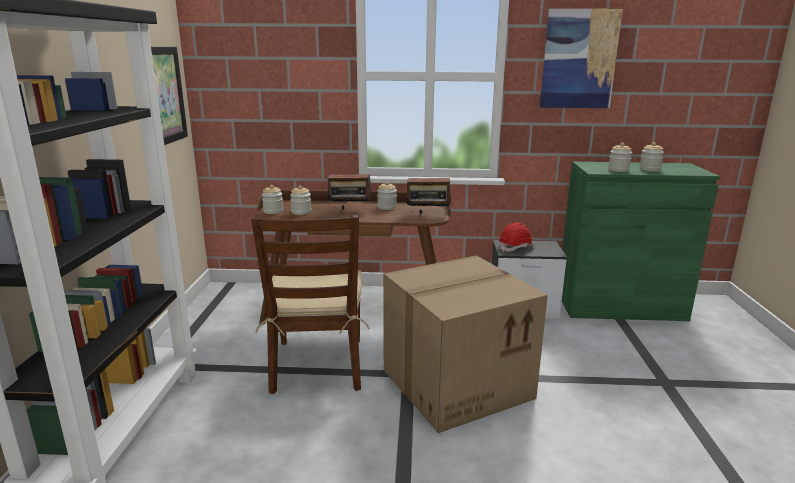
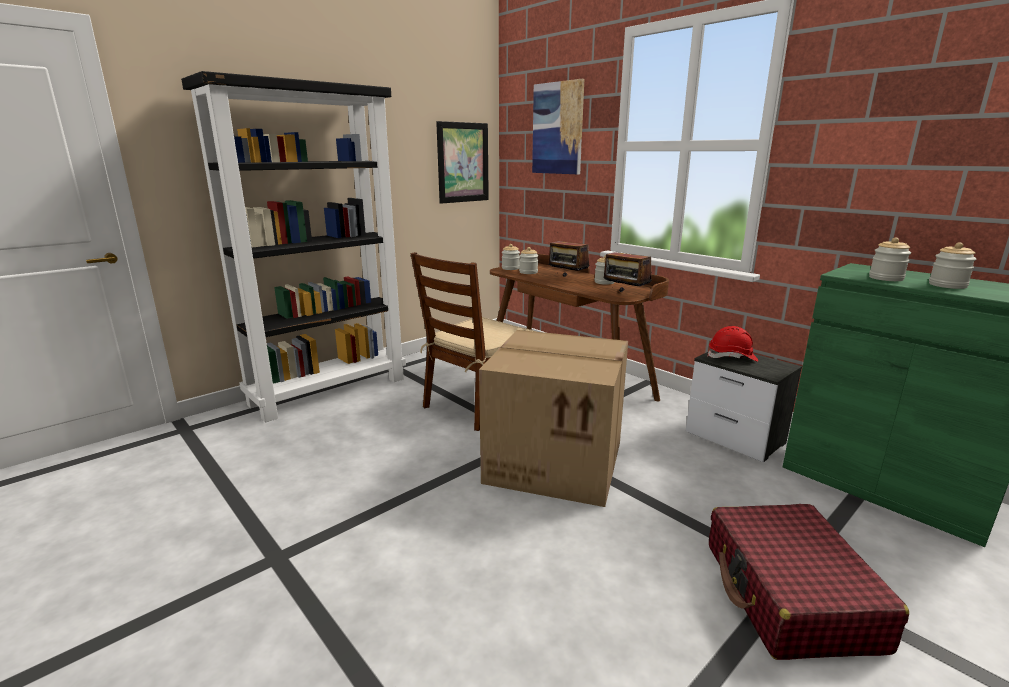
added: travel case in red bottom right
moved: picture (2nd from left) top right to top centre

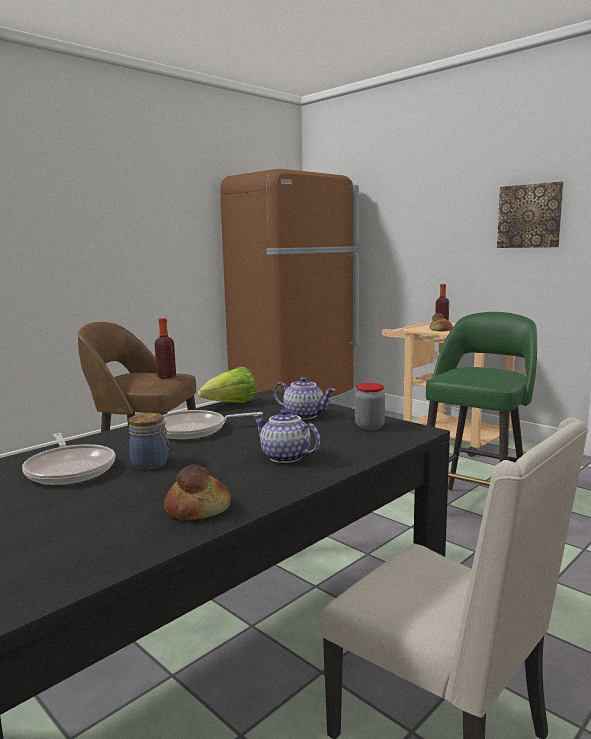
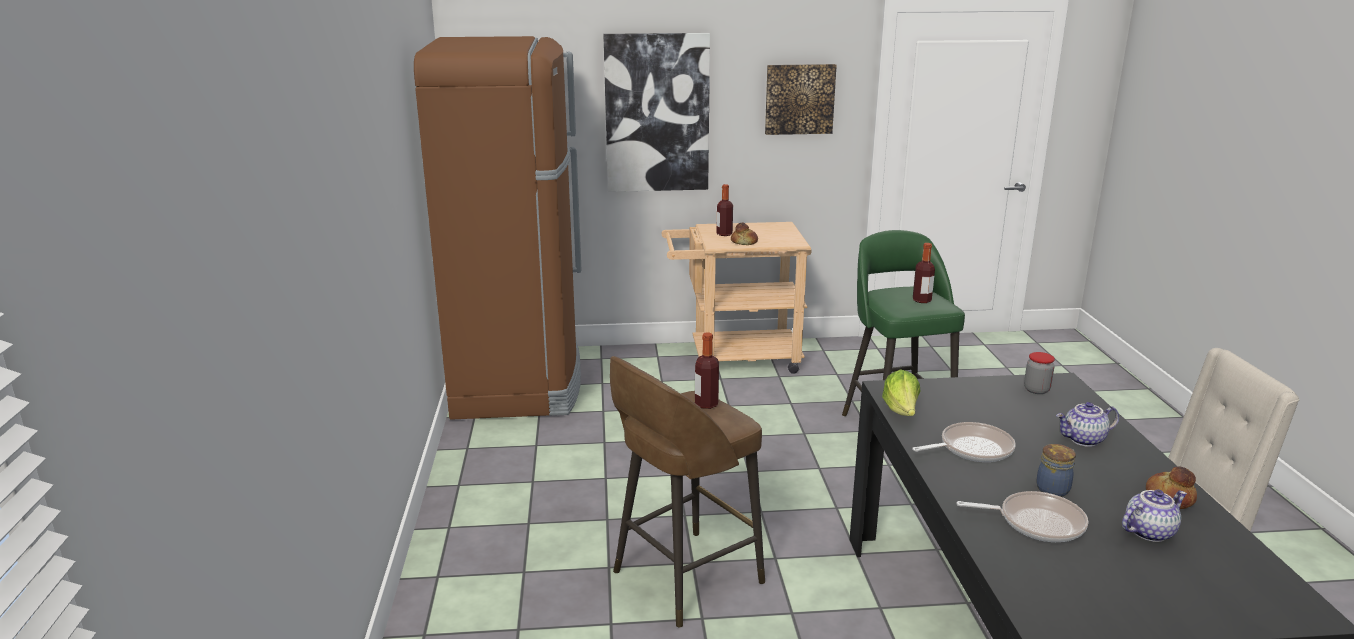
added: picture (1st from left) top centre; bottle (3rd from left) middle right
moved: teapot (2nd from left) centre to bottom right
turned: pan (2nd from left in the first image) centre = bottom right 135 degrees counterclockwise

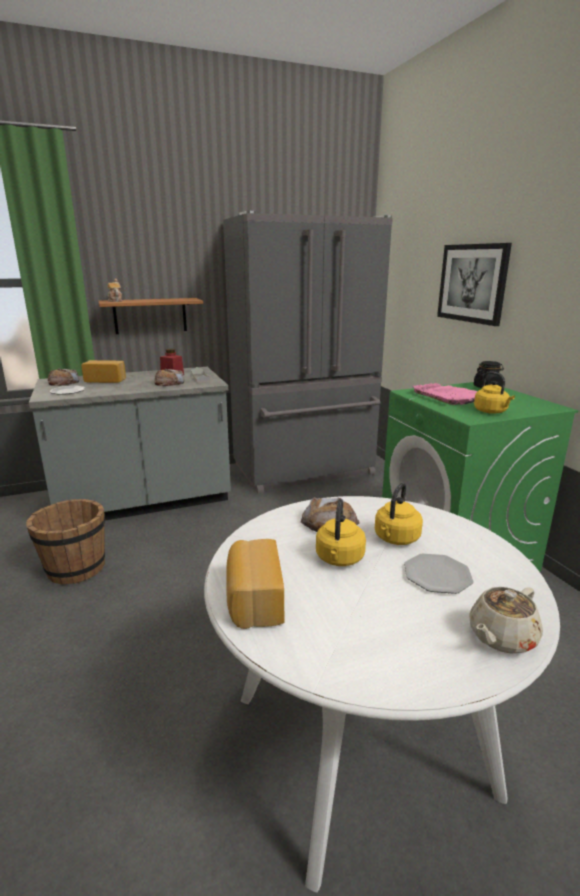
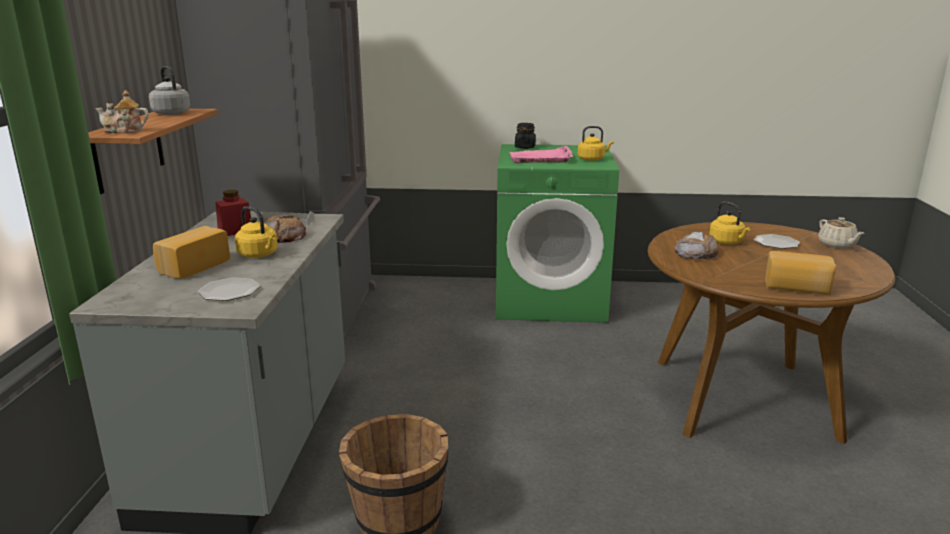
removed: bakery bread (1st from left) middle left; picture top right
added: tea kettle in greyish top left
moved: tea kettle in yellowish (1st from left) centre to middle left
recoloured: dinner table in whitish bottom centre to dinner table in brownish middle right

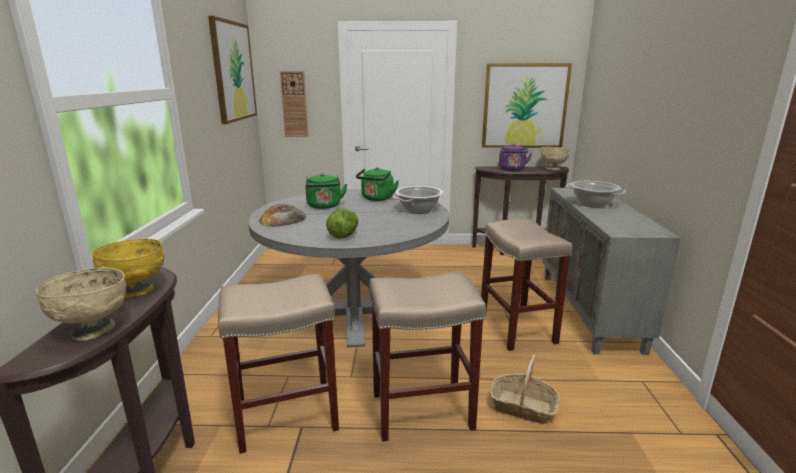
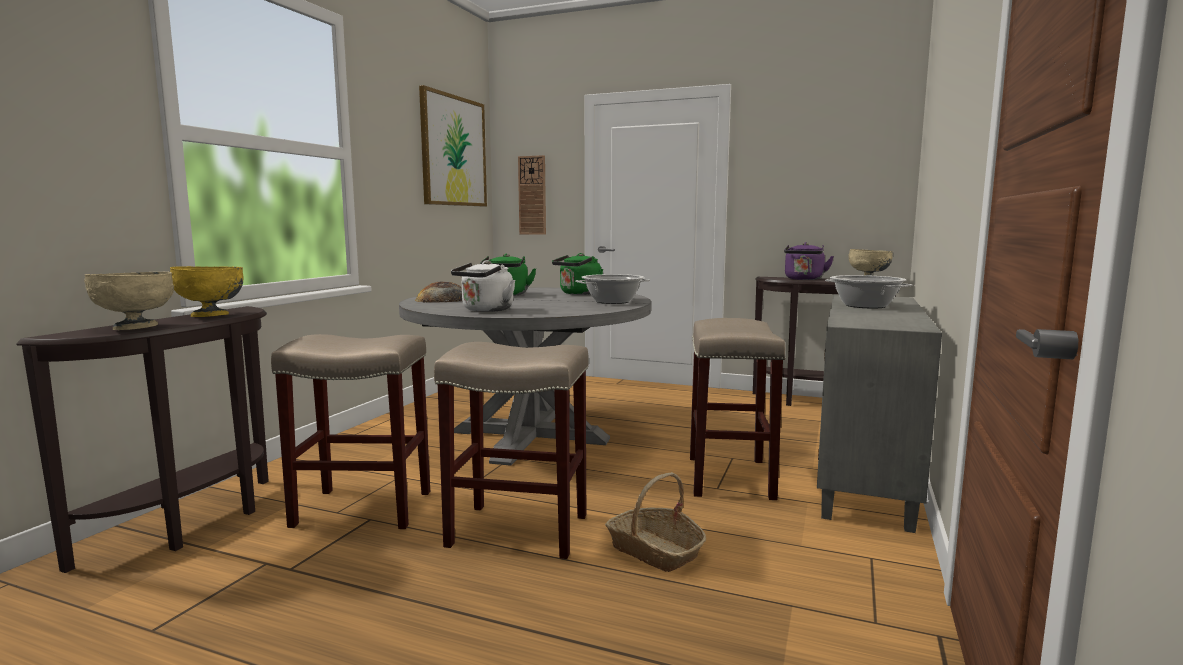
removed: picture (2nd from left) top centre
replaced: head of lettuce centre to tea kettle in whitish centre

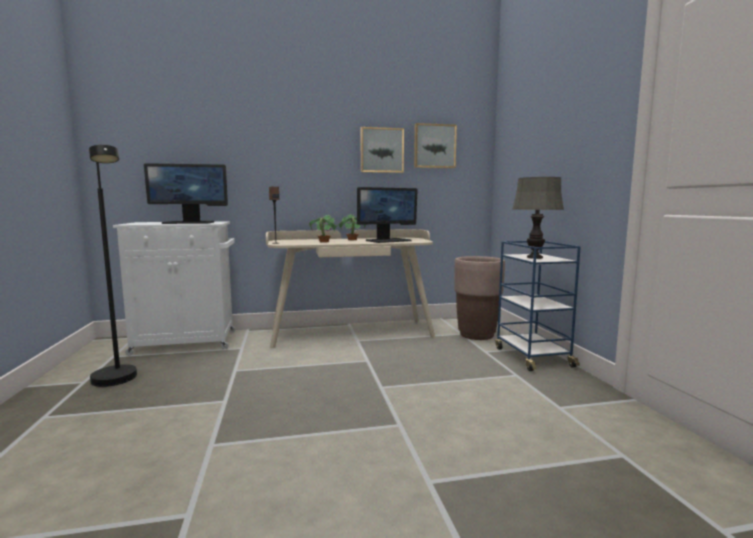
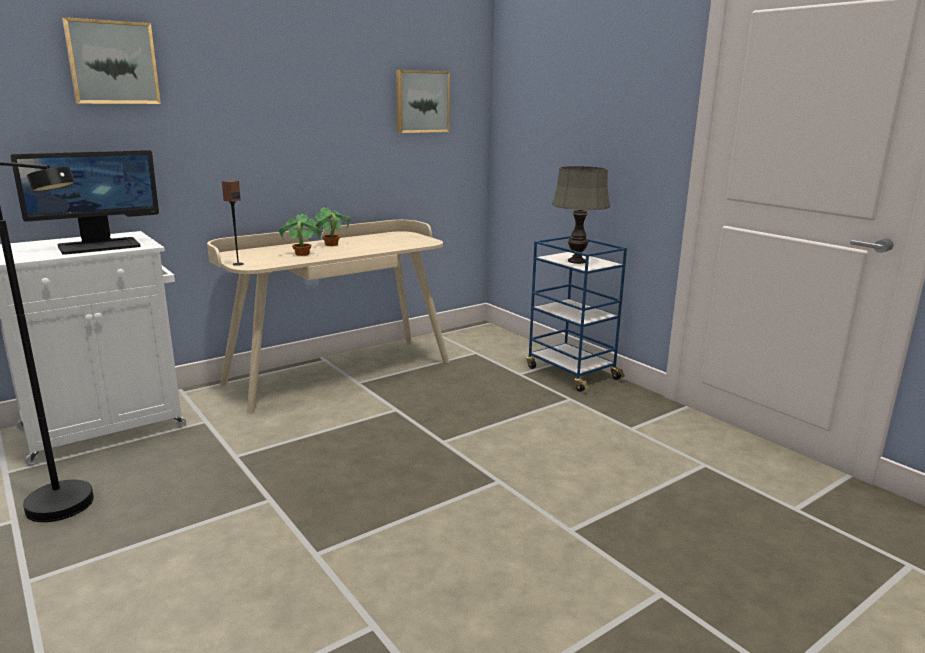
removed: computer display (2nd from left) centre; planter in brownish centre
moved: picture (1st from left) top centre to top left

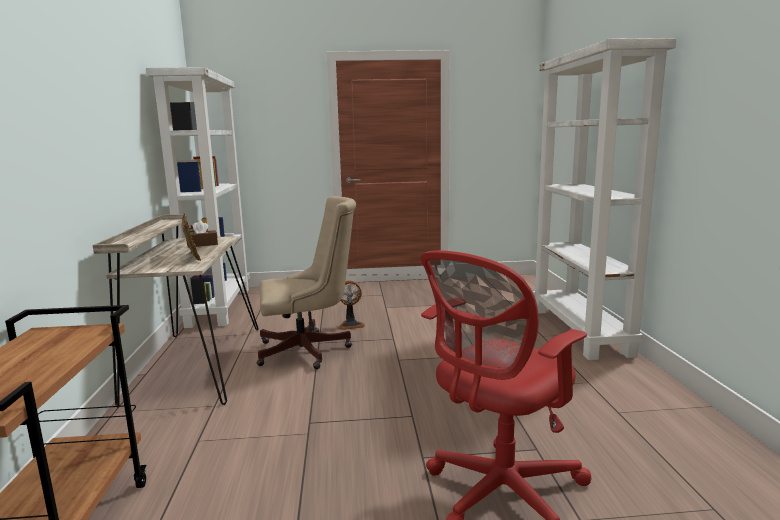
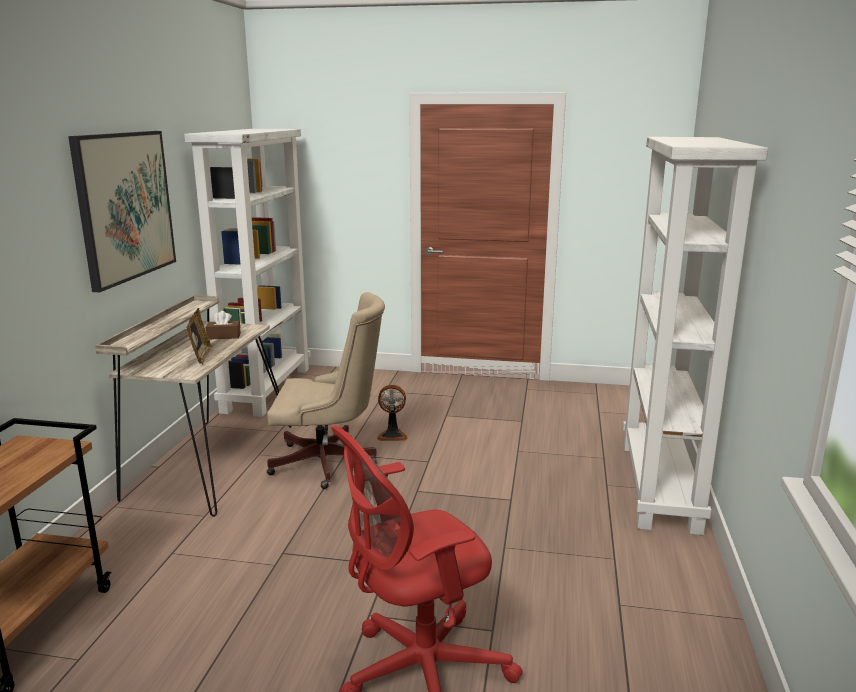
added: picture top left

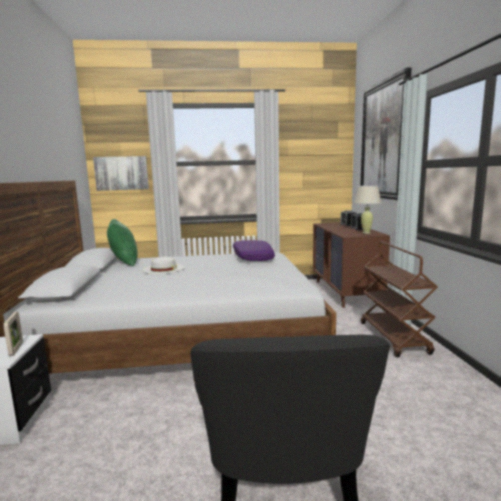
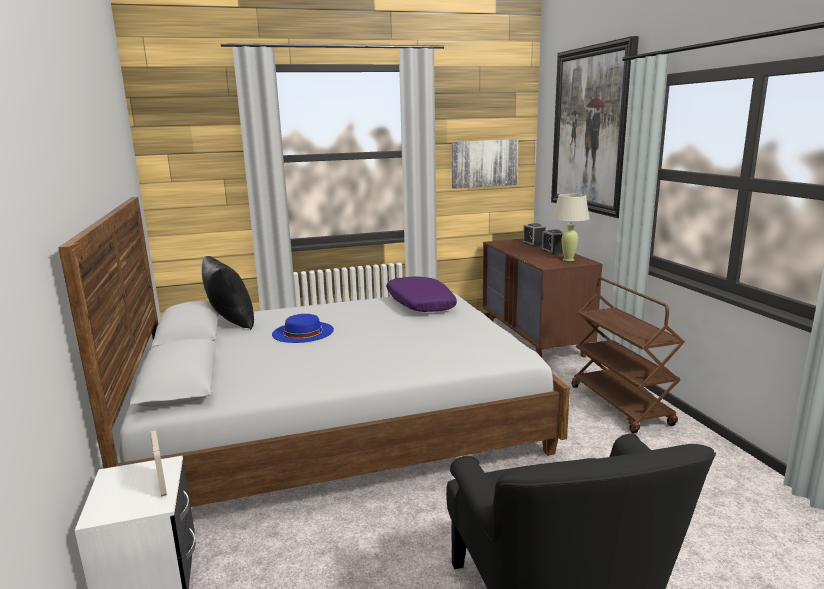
moved: picture (1st from left) middle left to top centre
recoloured: cushion in green-coloured middle left to cushion in blackish middle left; clothing hat in whitish middle left to clothing hat in bluish centre

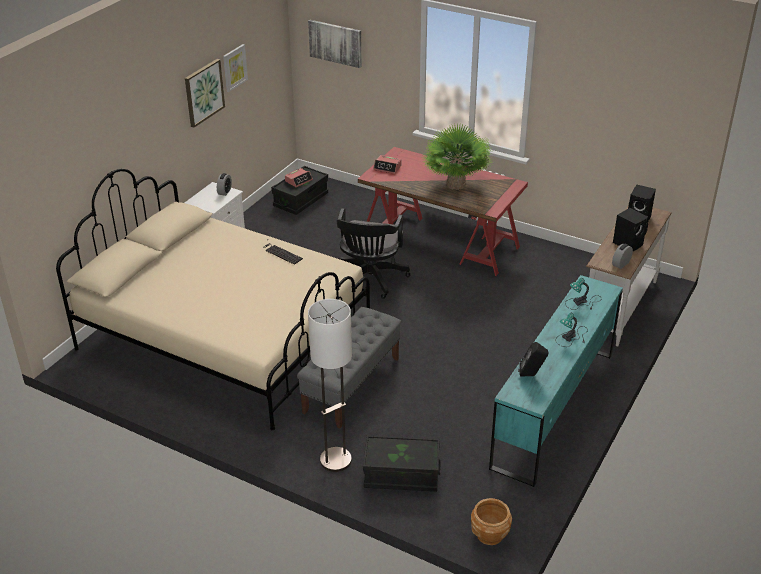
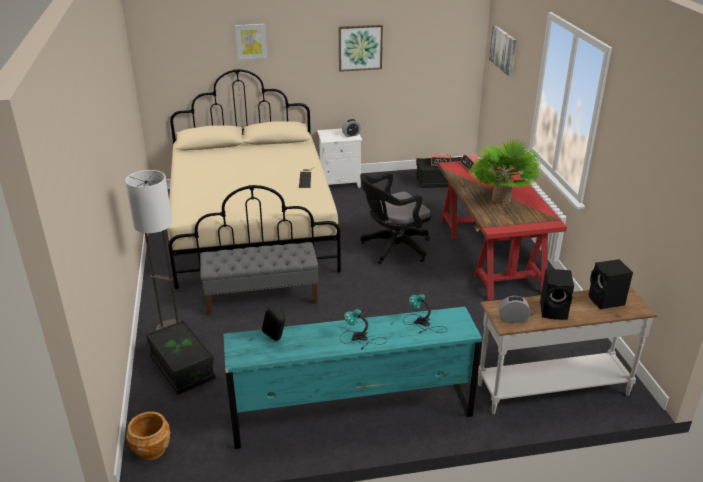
moved: picture (2nd from left in the first image) top left to picture (1st from left) top centre

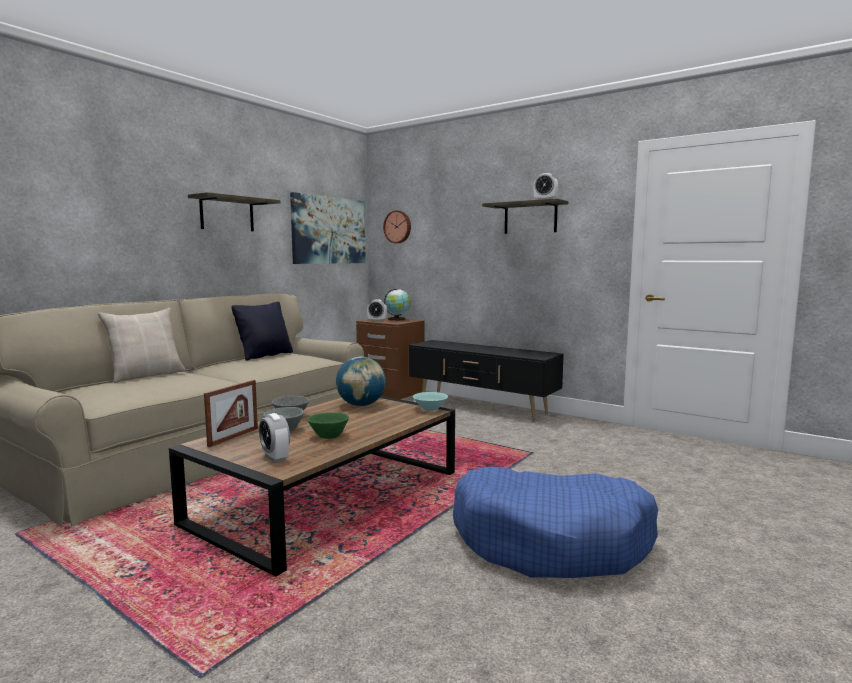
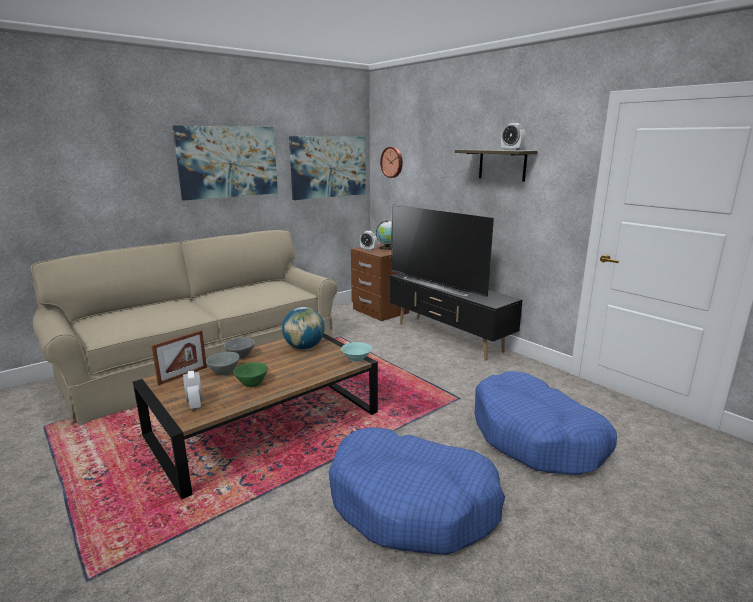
removed: cushion in sand-coloured middle left; cushion in blackish middle left
added: television centre; dog cushion in bluish (2nd from left) bottom right
replaced: shelf (1st from left) top left to picture (1st from left) top left

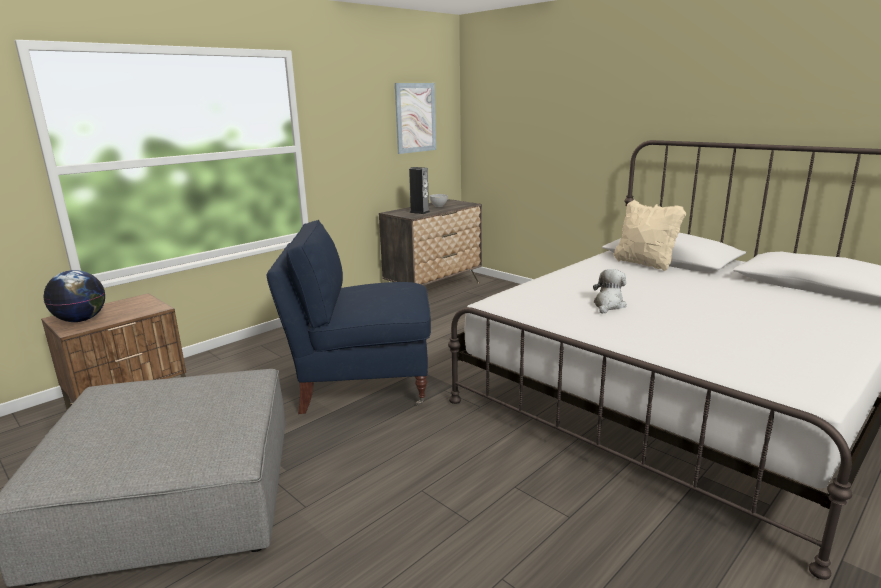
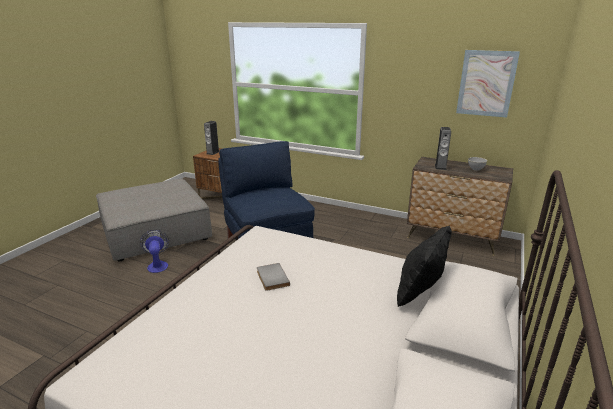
added: electric fan middle left
replaced: world globe middle left to speaker (1st from left) centre; cuddly toy middle right to bound book in greyish bottom centre
recoloured: cushion in sand-coloured middle right to cushion in blackish middle right

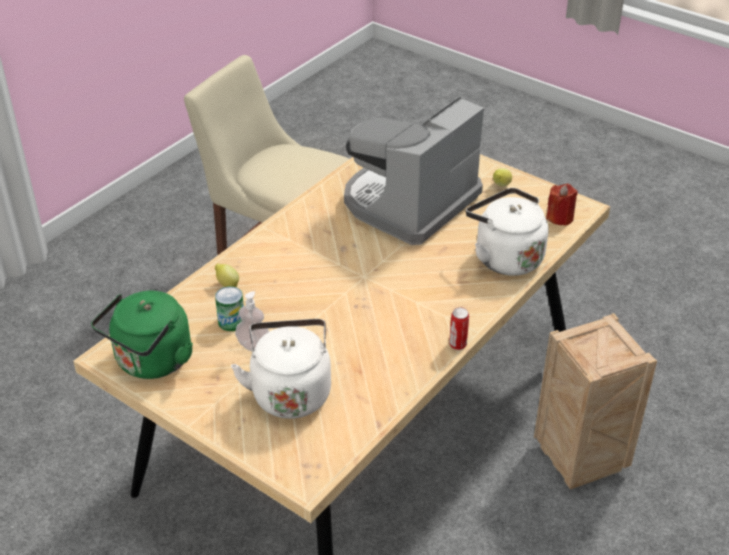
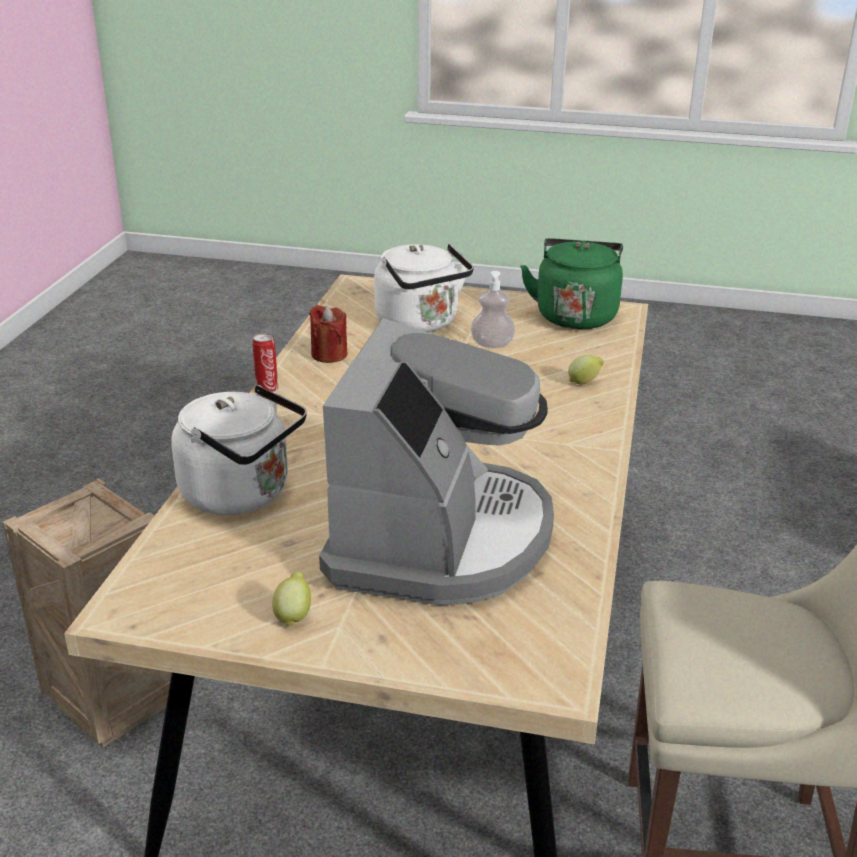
removed: sealed can (1st from left) middle left
moved: candle in red middle right to centre

